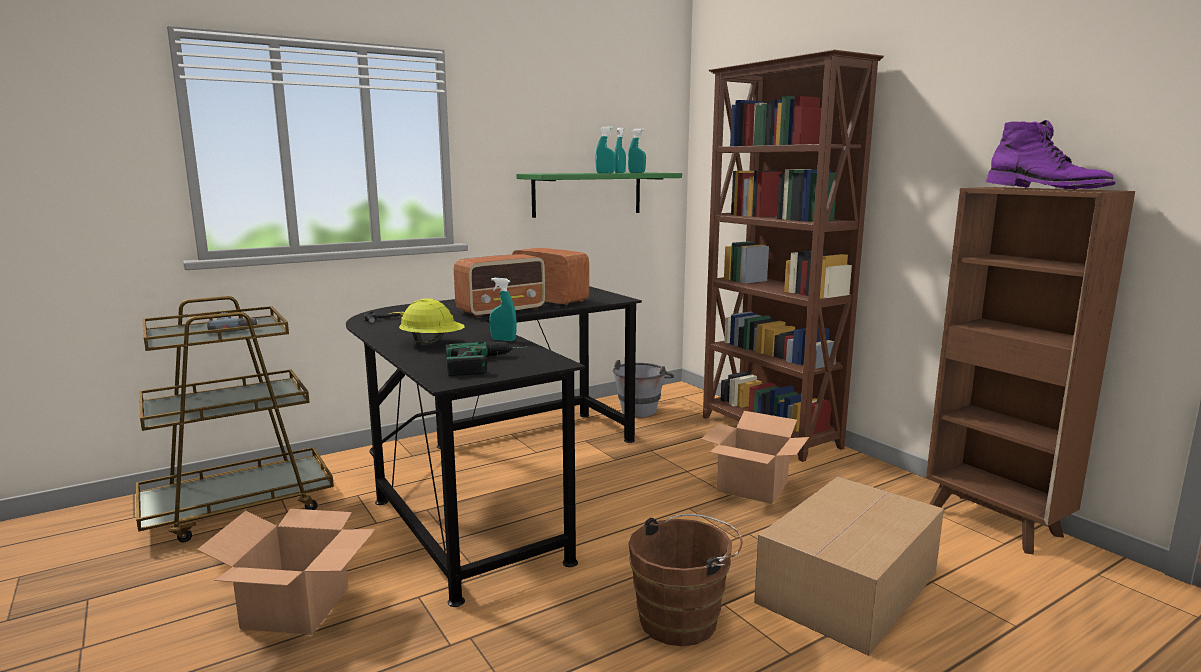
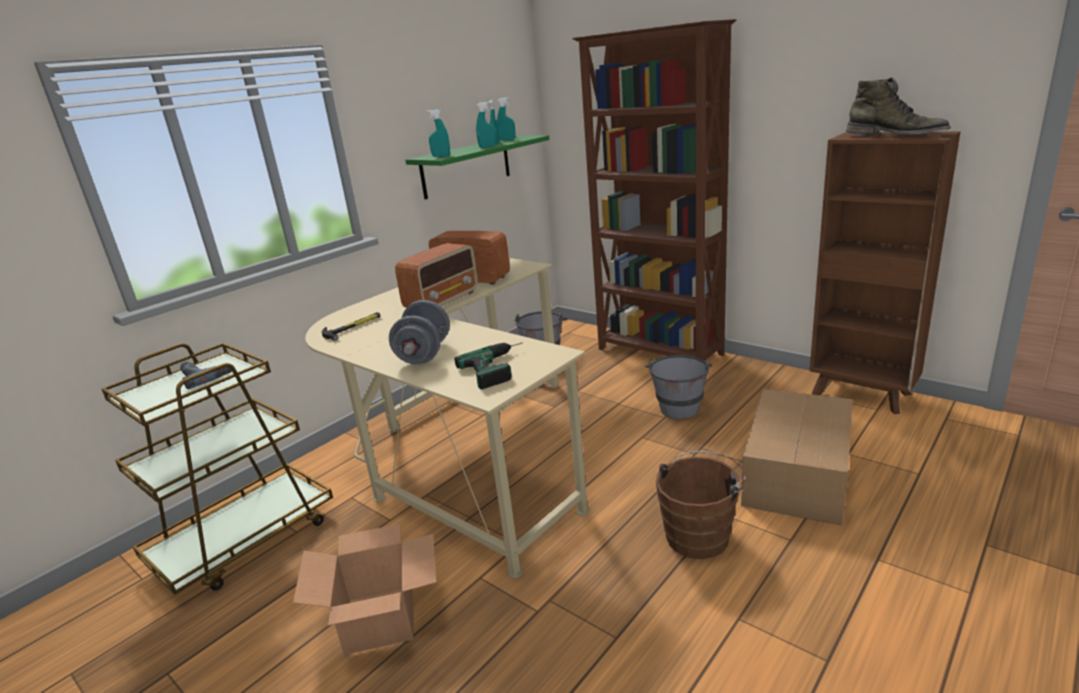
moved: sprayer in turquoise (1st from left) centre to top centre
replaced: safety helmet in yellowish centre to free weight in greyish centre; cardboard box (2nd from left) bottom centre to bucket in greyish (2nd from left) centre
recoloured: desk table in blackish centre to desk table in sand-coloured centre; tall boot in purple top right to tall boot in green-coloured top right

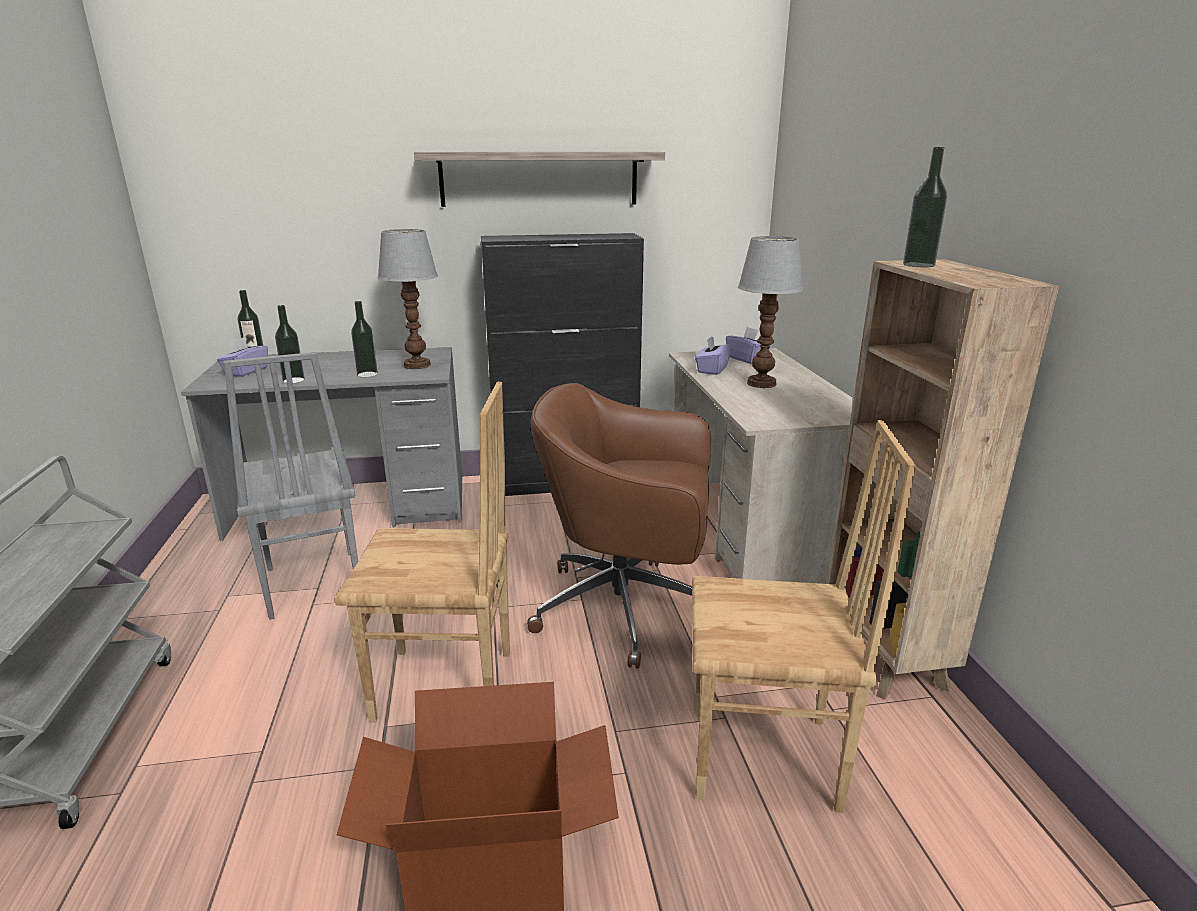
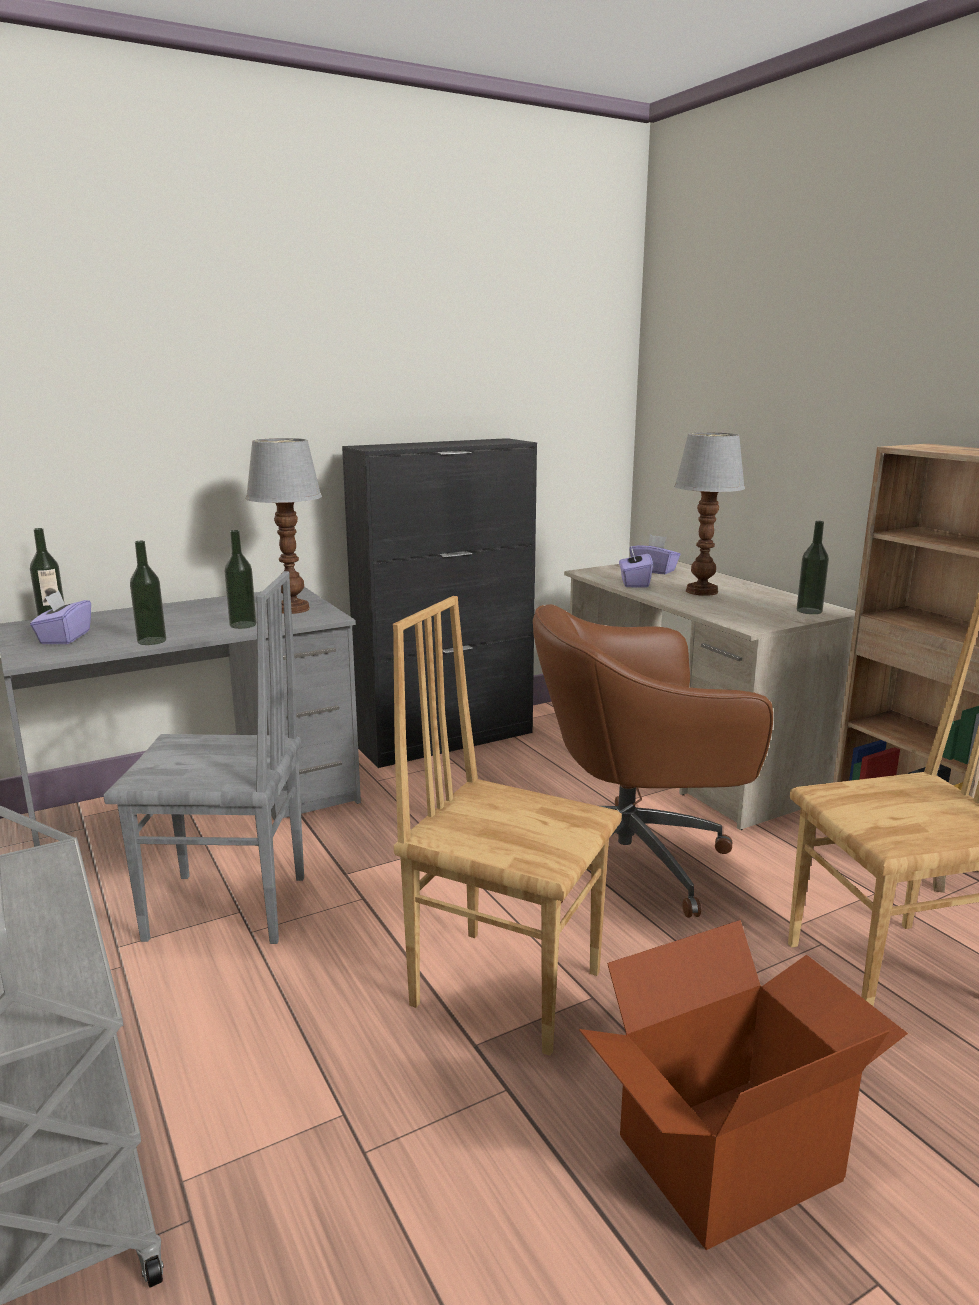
removed: shelf top centre
moved: bottle (4th from left) top right to middle right
turned: upright chair in greyish middle left = middle left 45 degrees counterclockwise; upright chair in brownish (1st from left) centre = centre 135 degrees counterclockwise

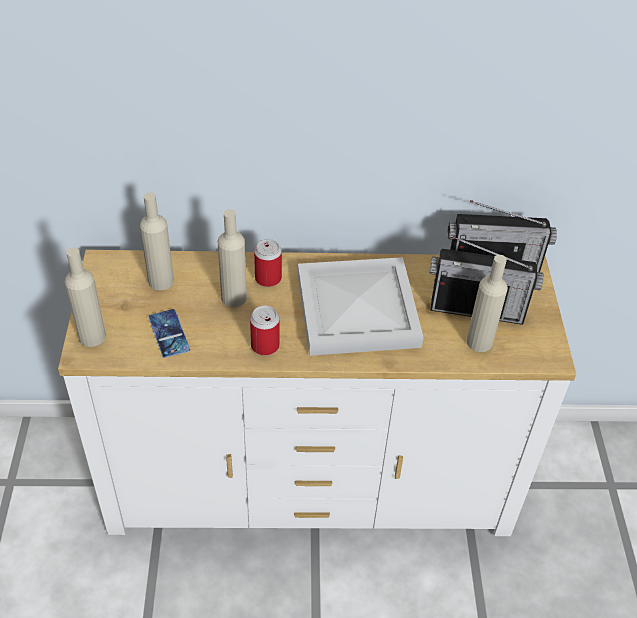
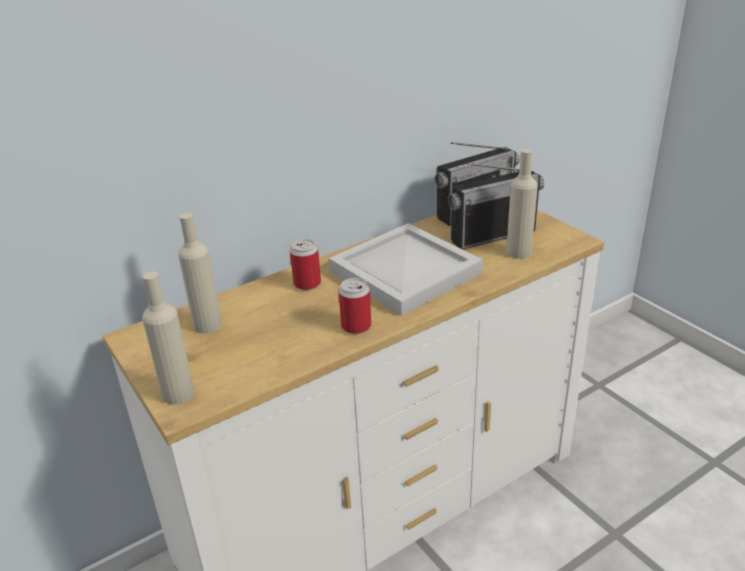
removed: phone middle left; bottle in sand-coloured (3rd from left) centre

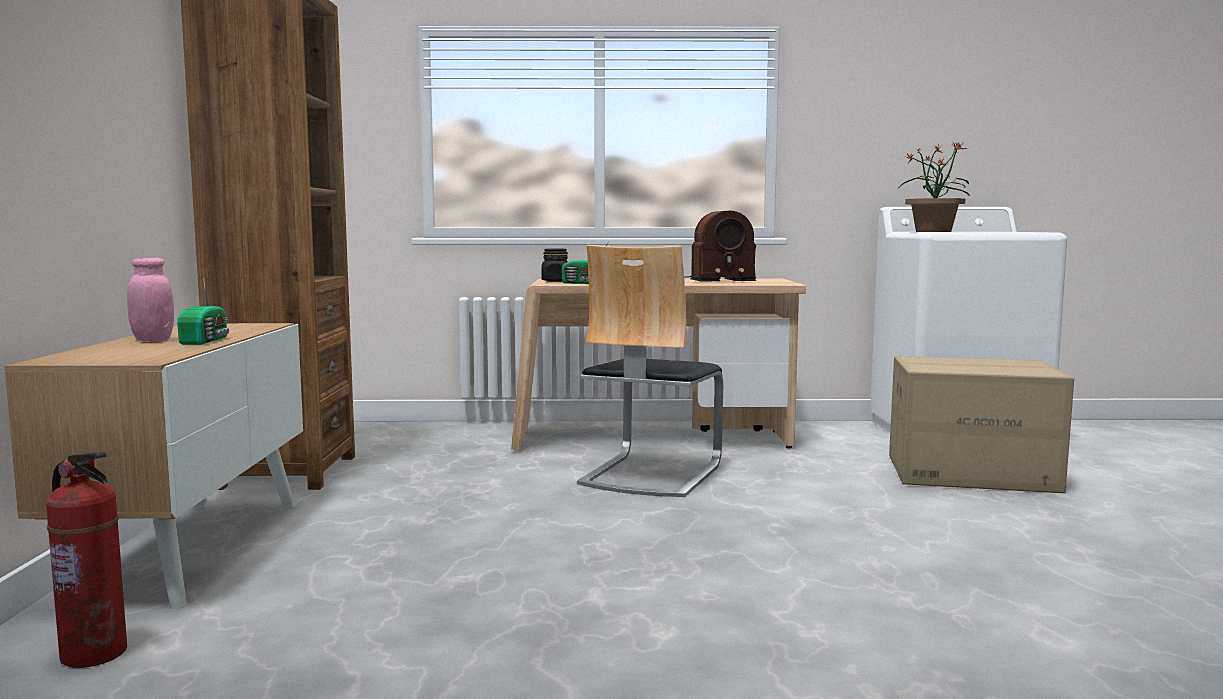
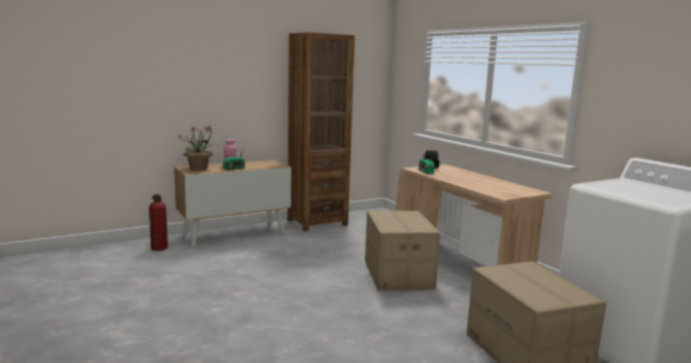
removed: radio (3rd from left) centre
moved: houseplant top right to middle left
replaced: upright chair centre to cardboard box (1st from left) bottom centre

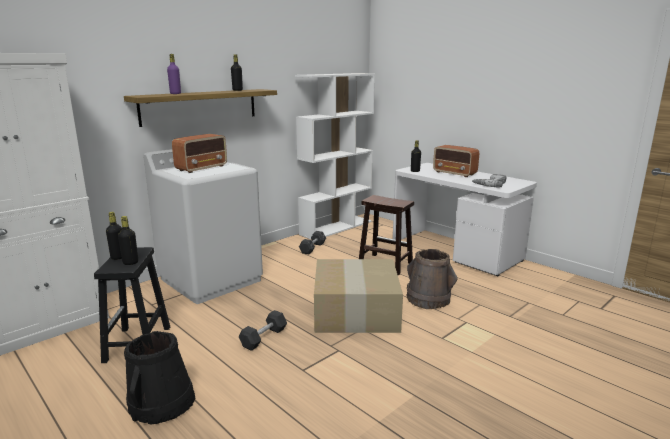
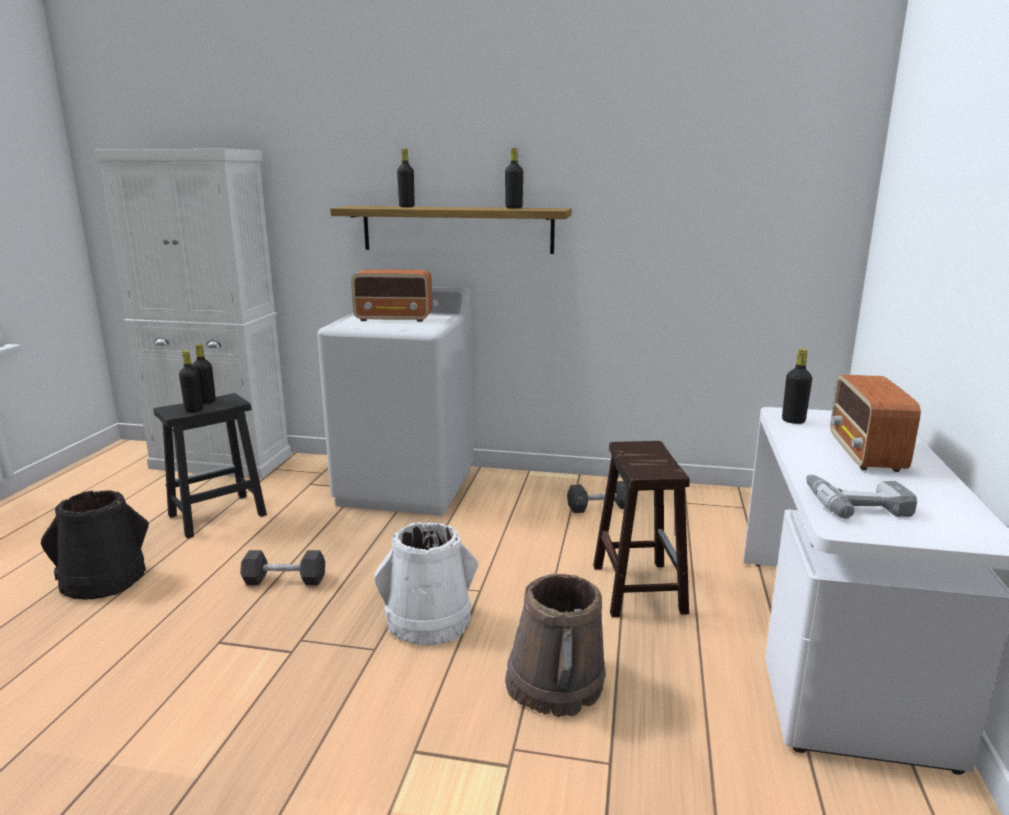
removed: shelving unit in whitish centre
replaced: cardboard box bottom centre to bucket in whitish bottom centre
recoloured: bottle in purple top left to bottle in blackish (3rd from left) top centre

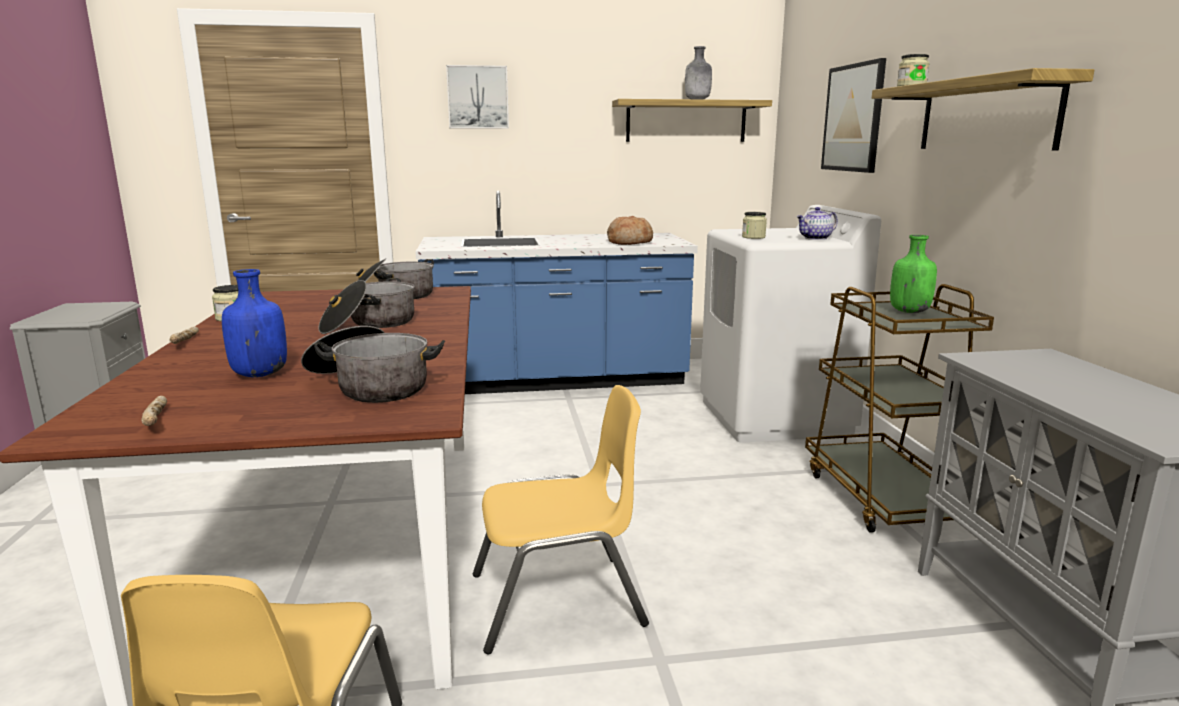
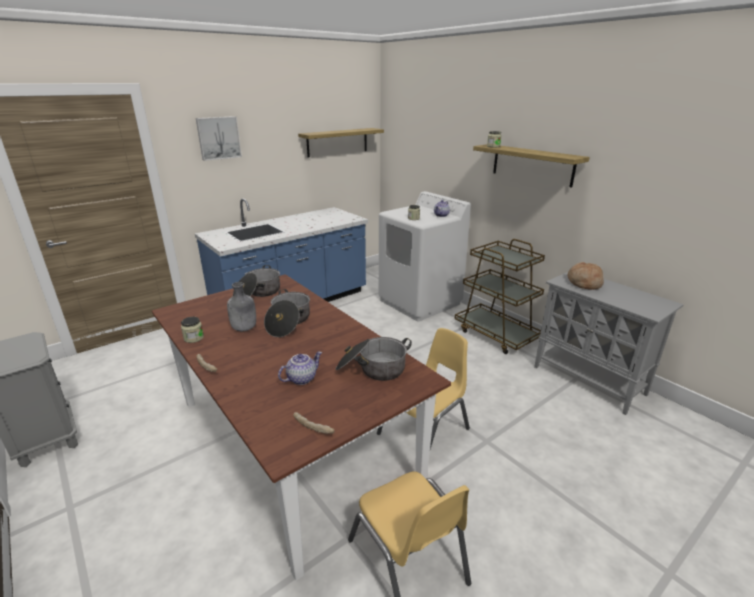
removed: picture (2nd from left) top right; bottle in green-coloured middle right
moved: bottle in greyish top centre to middle left; bakery bread (3rd from left) top centre to middle right
replaced: bottle in bluish middle left to teapot (1st from left) centre

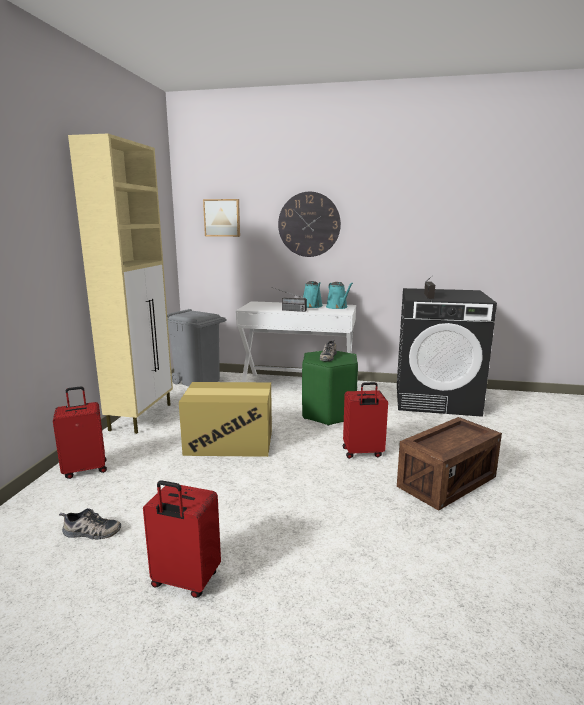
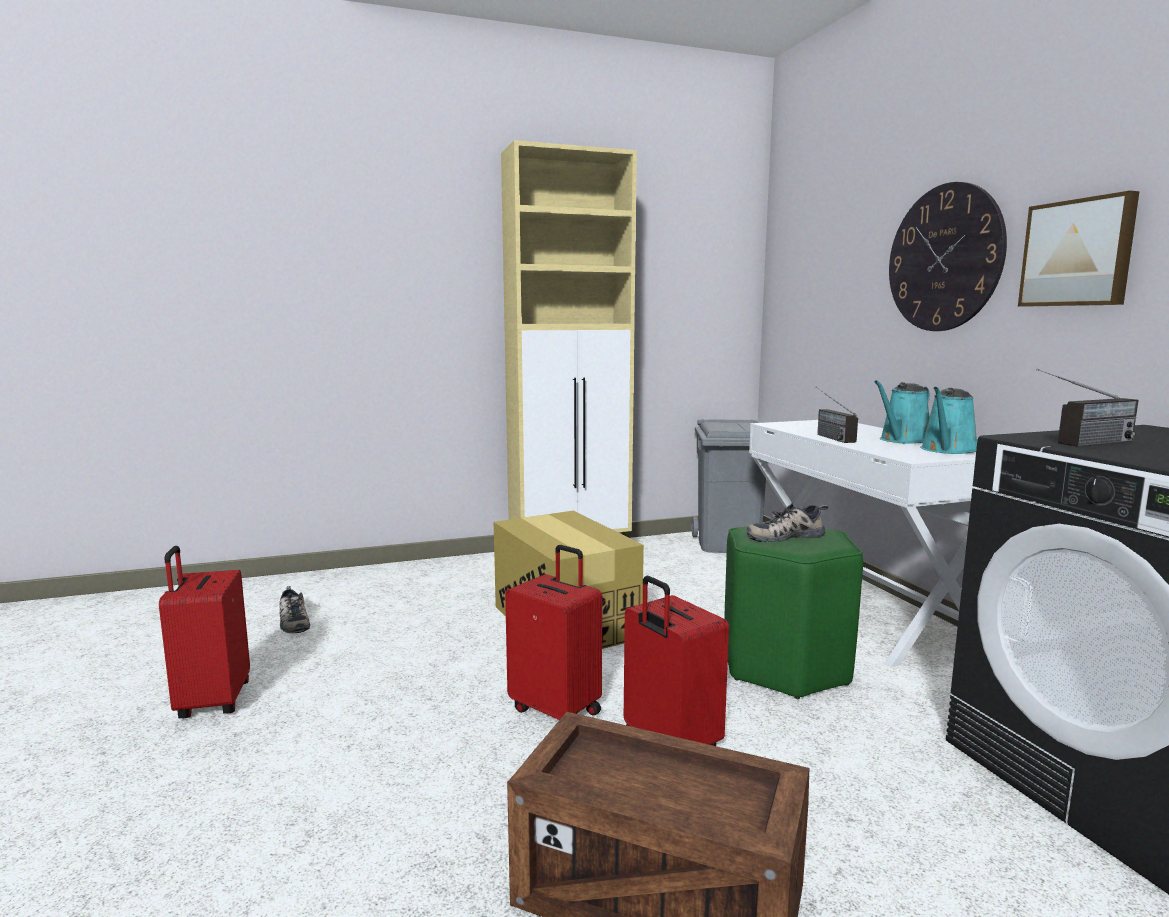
moved: travel case in red (1st from left in the first image) middle left to travel case in red (2nd from left) bottom centre; picture top centre to top right

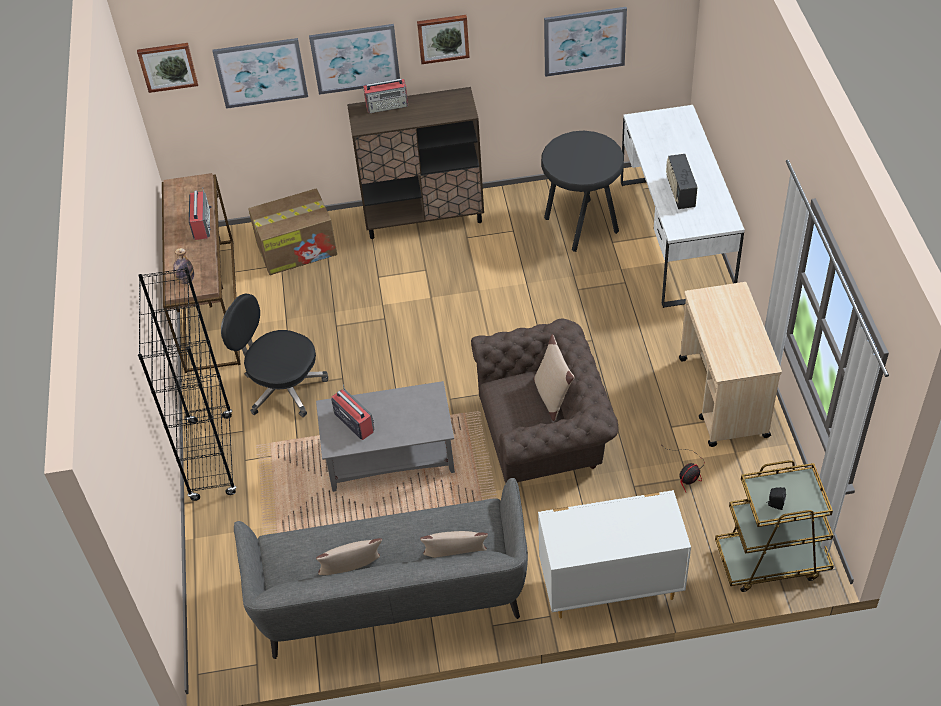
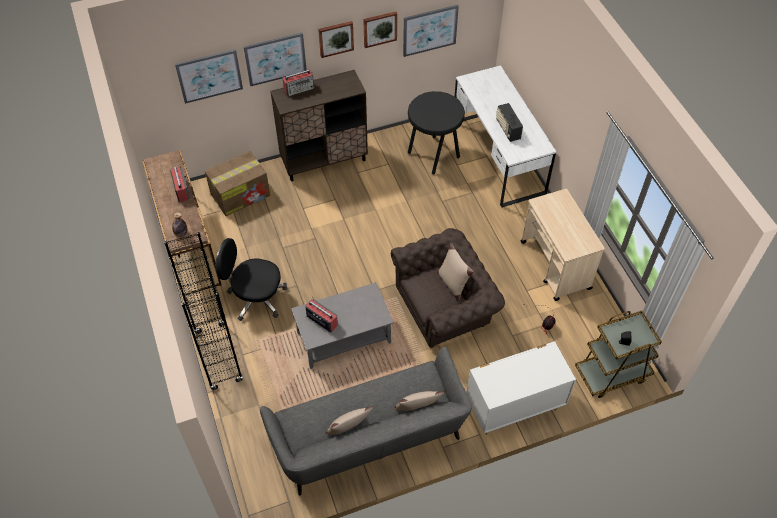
moved: picture (1st from left in the first image) top left to picture (4th from left) top centre

